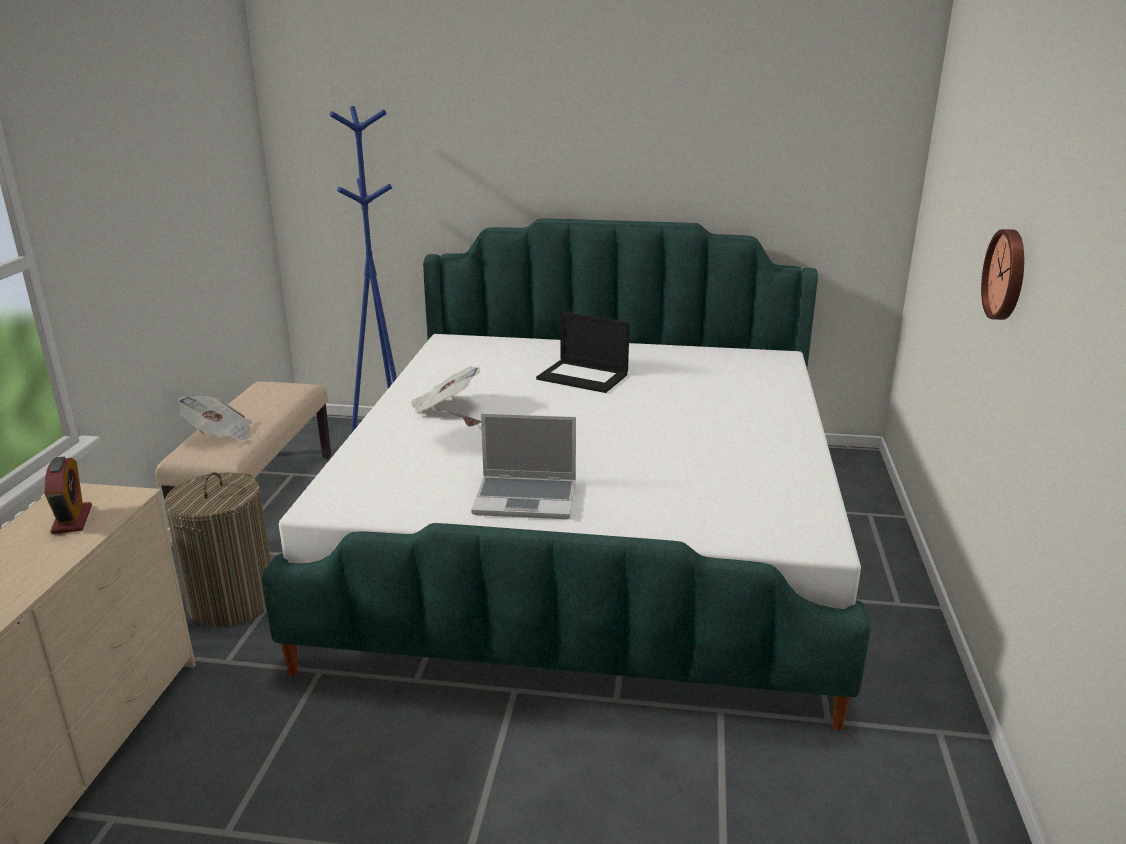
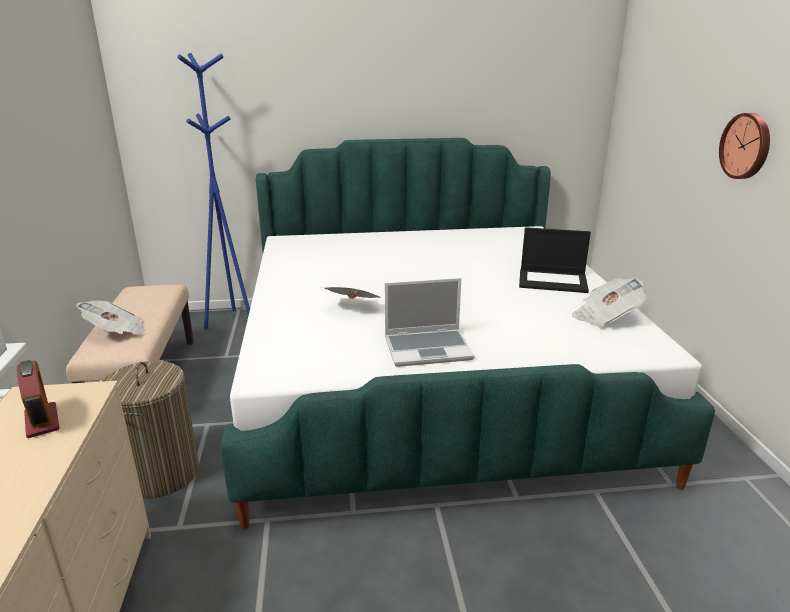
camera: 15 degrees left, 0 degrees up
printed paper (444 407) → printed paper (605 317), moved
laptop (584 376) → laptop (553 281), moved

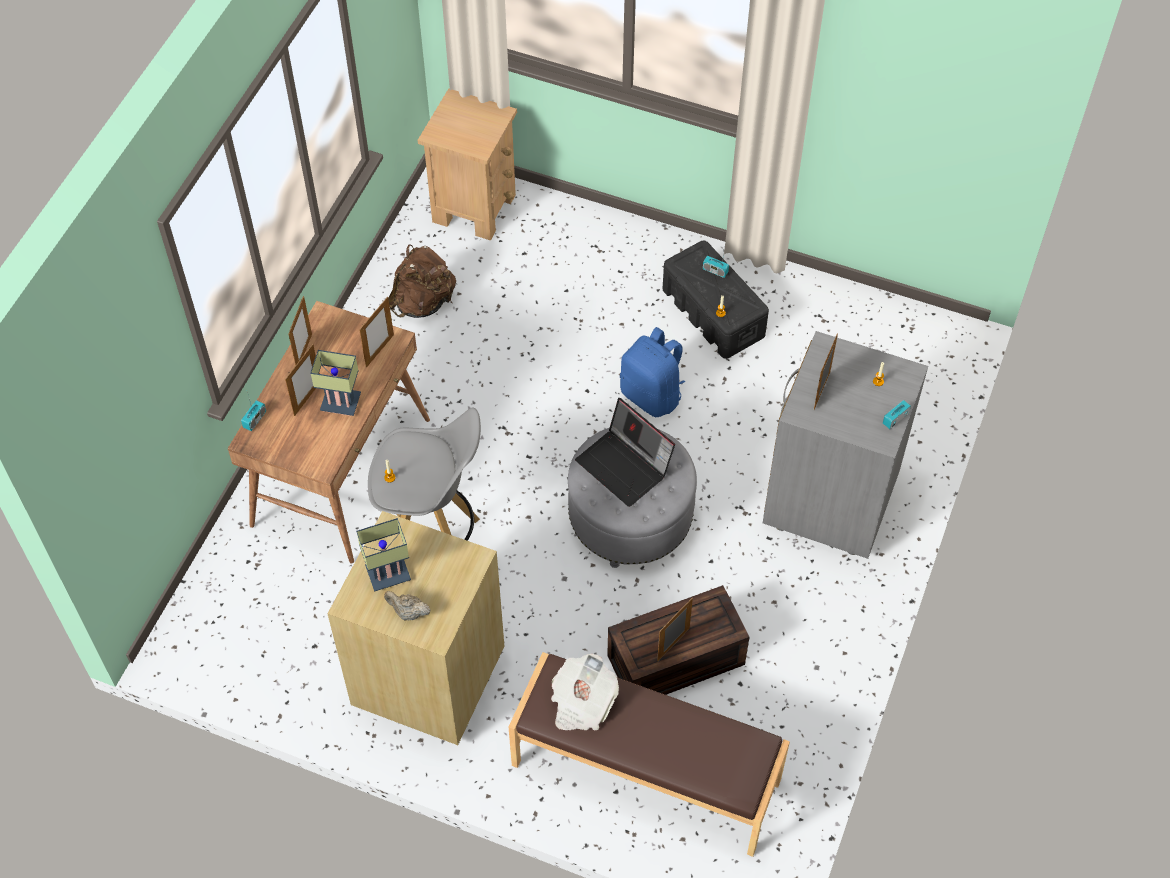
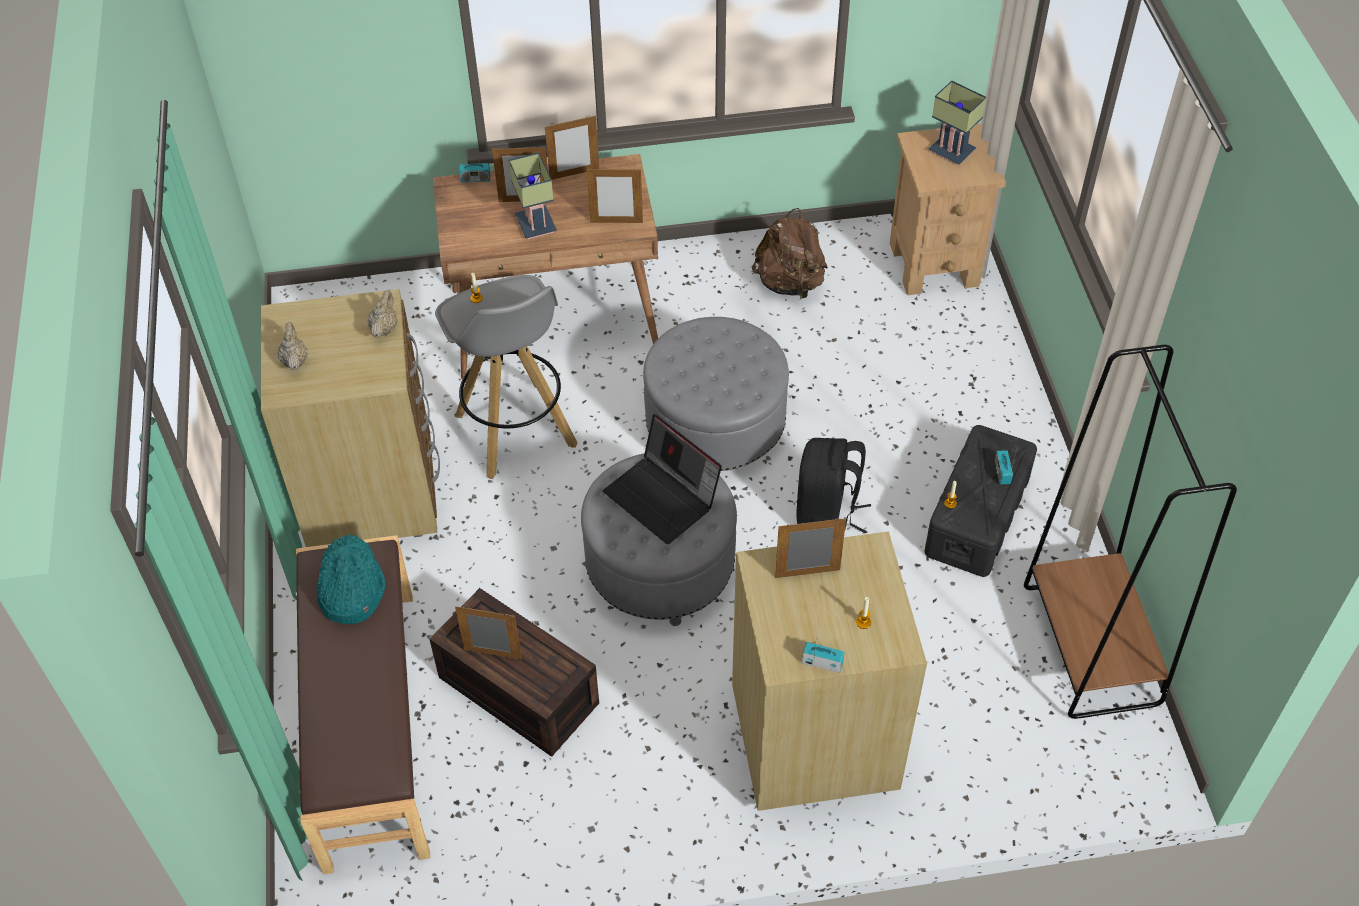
camera: 60 degrees right, 5 degrees down
- → beige-coloured tea pot (384 328)
- → greyish pouffe (715 429)
- → garment rack (1090 646)
tabletop lamp (387 576) → tabletop lamp (949 152), moved
printed paper (581 703) → blue-green clothing hat (350 592)
bluish rucksack (652 395) → black rucksack (827 514)
greyish drawer chest (828 503) → brownish drawer chest (812 742)
laptop (625 466) → laptop (663 498), 60 degrees counterclockwise

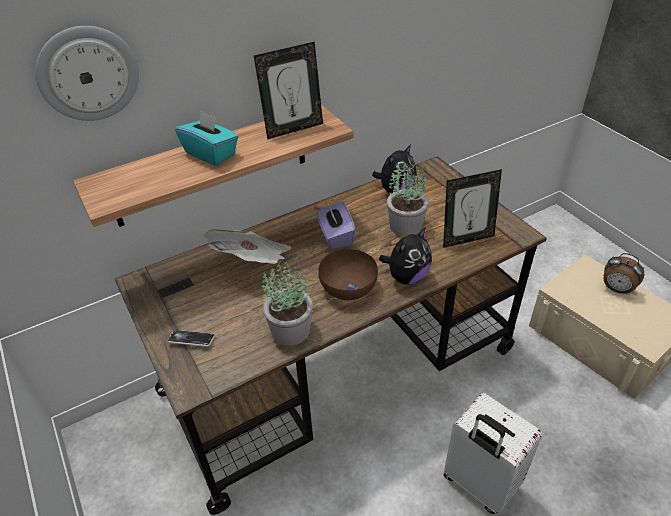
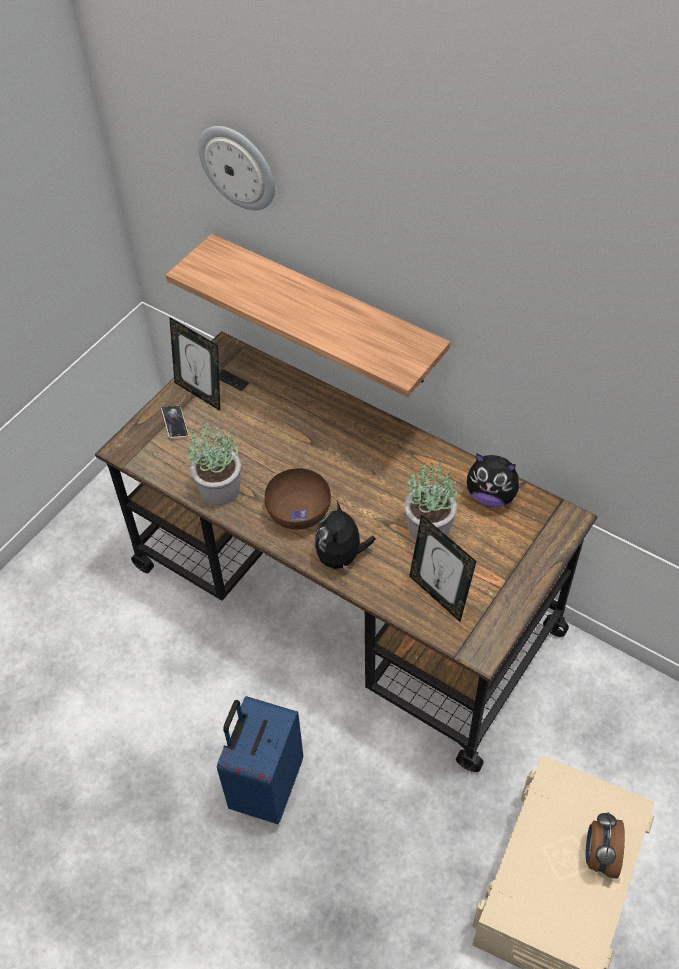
camera: 65 degrees right, 10 degrees up
blue-green tissue box (211 154) → -
printed paper (253 261) → -
purple tissue box (335 237) → -
photo frame (293 129) → photo frame (200 393), moved
whitish suitcase (479 484) → bluish suitcase (265 786)
plush toy (406 277) → plush toy (341 557), 75 degrees clockwise

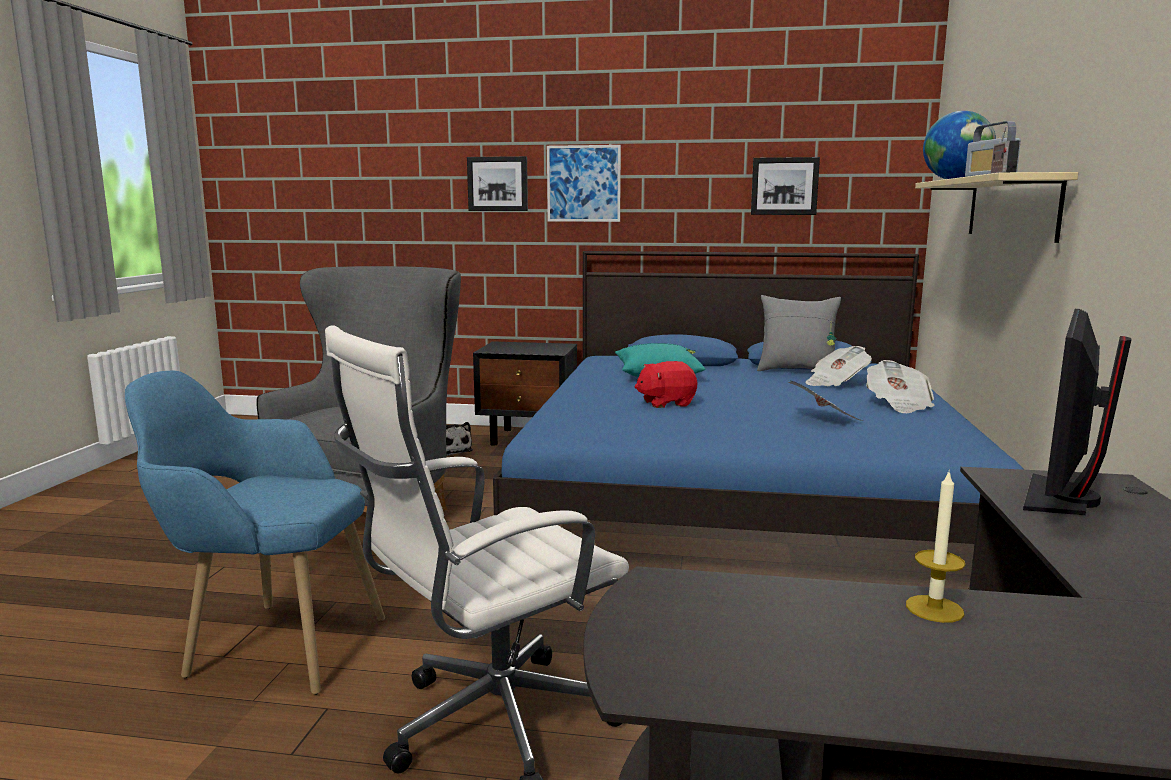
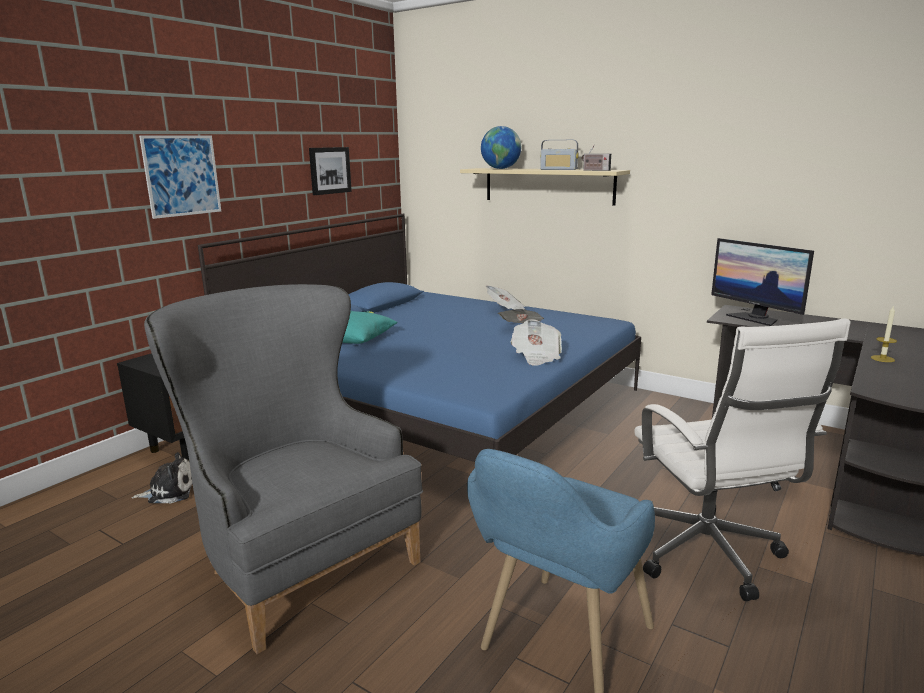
camera: 65 degrees left, 5 degrees up
wall art (498 184) → -
red-coloured plush toy (666 403) → -
greyish pillow (796 371) → -
printed paper (835 383) → printed paper (536 356), moved

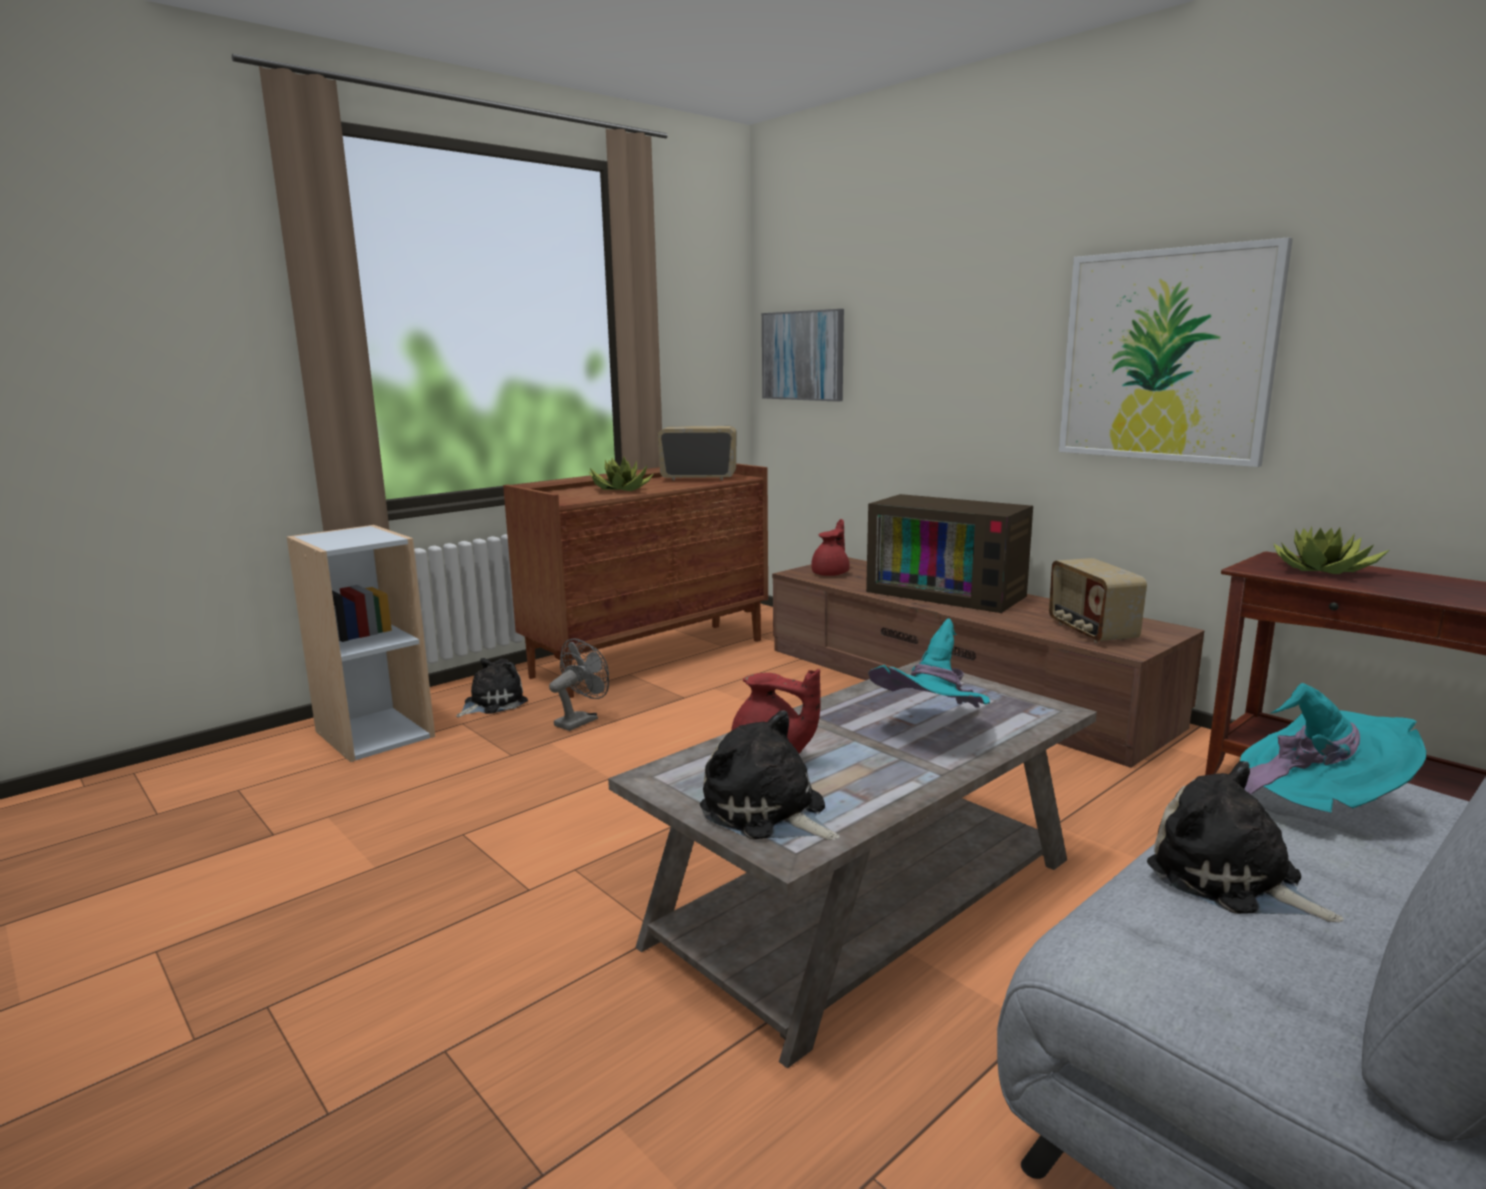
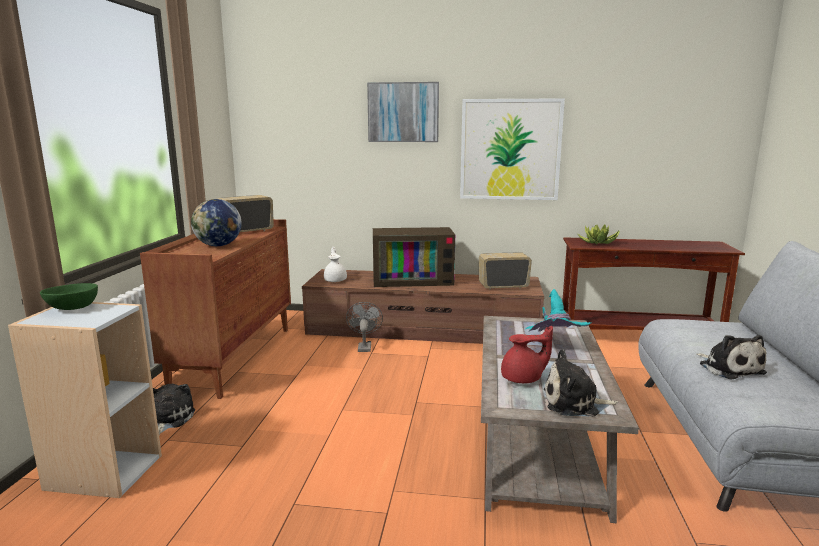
camera: 40 degrees left, 0 degrees up
blue-green clothing hat (1311 806) → -
- → greenish deep dish (73 308)
greyish cooling fan (581 720) → greyish cooling fan (364 346), moved
wall art (803 355) → wall art (403 112), moved
plant in a pot (621 490) → globe (218 245)
red-coloured tea pot (831 573) → whitish tea pot (335 280)
radio (1090 631) → radio (503 286), 135 degrees clockwise
plush toy (1231 879) → plush toy (729 368), 120 degrees counterclockwise

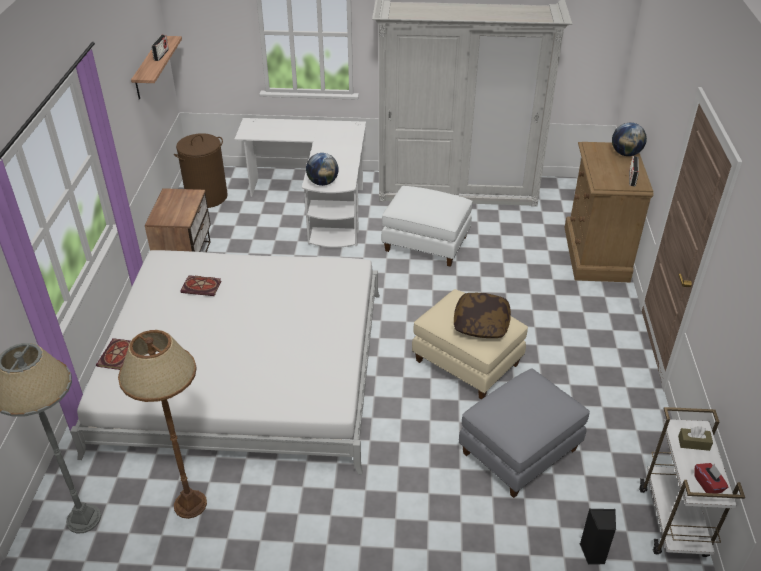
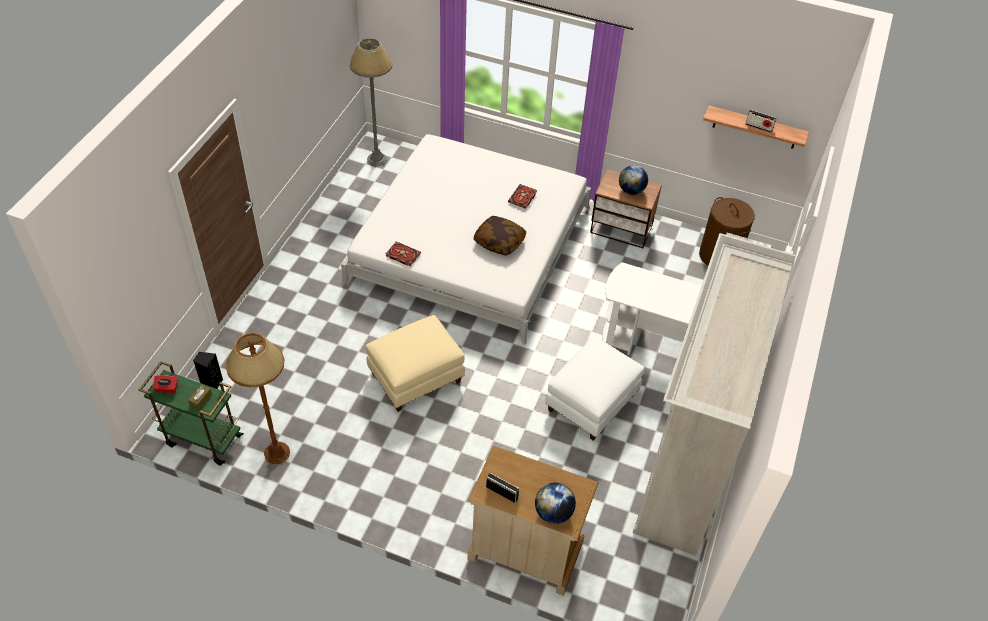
camera: 105 degrees right, 10 degrees up
greyish pouffe (520 452) → -
volume (118 356) → volume (402 255), moved
brownish standing lamp (191 504) → brownish standing lamp (277 453), moved
globe (322 183) → globe (631 190), moved
pillow (481 324) → pillow (499 241), moved
whitish wheeled cart (672 525) → greenish wheeled cart (202 440)

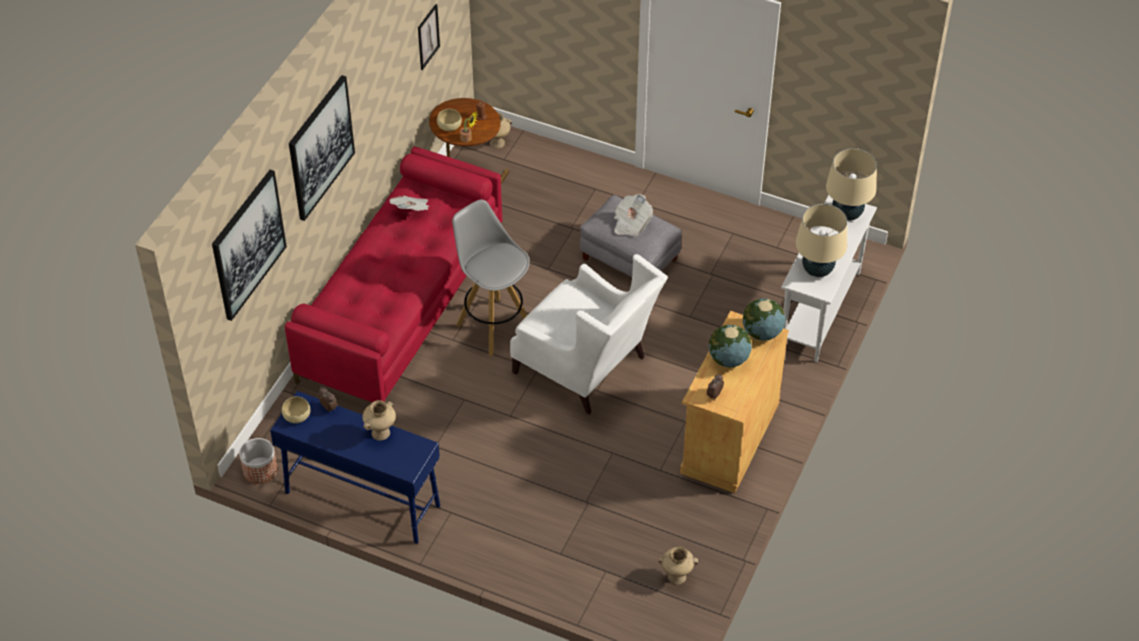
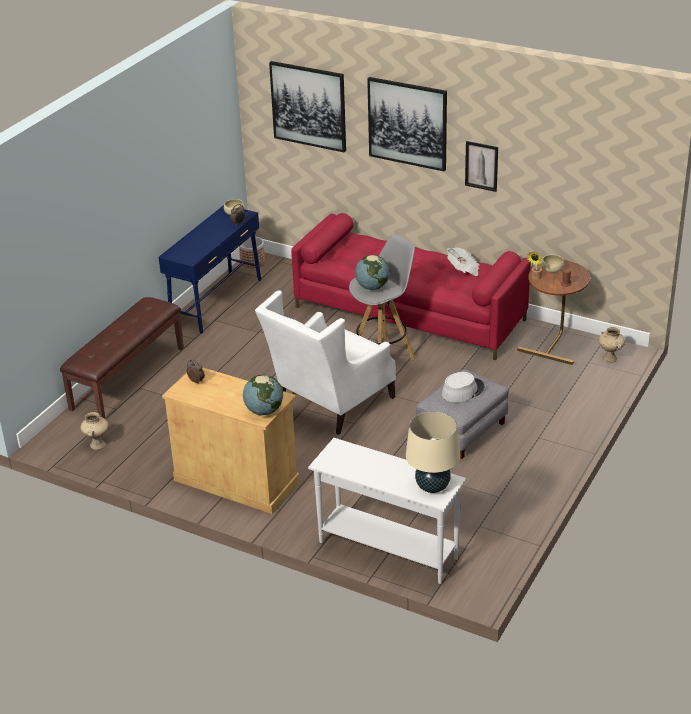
camera: 95 degrees right, 15 degrees down
beige-coloured vase (380 433) → -
beige-coloured tabletop lamp (817 270) → -
- → brownish long seat (127 378)
wall art (428 36) → wall art (481 166), moved
globe (728 359) → globe (372 287), moved
printed paper (631 223) → greyish clothing hat (462 391)

